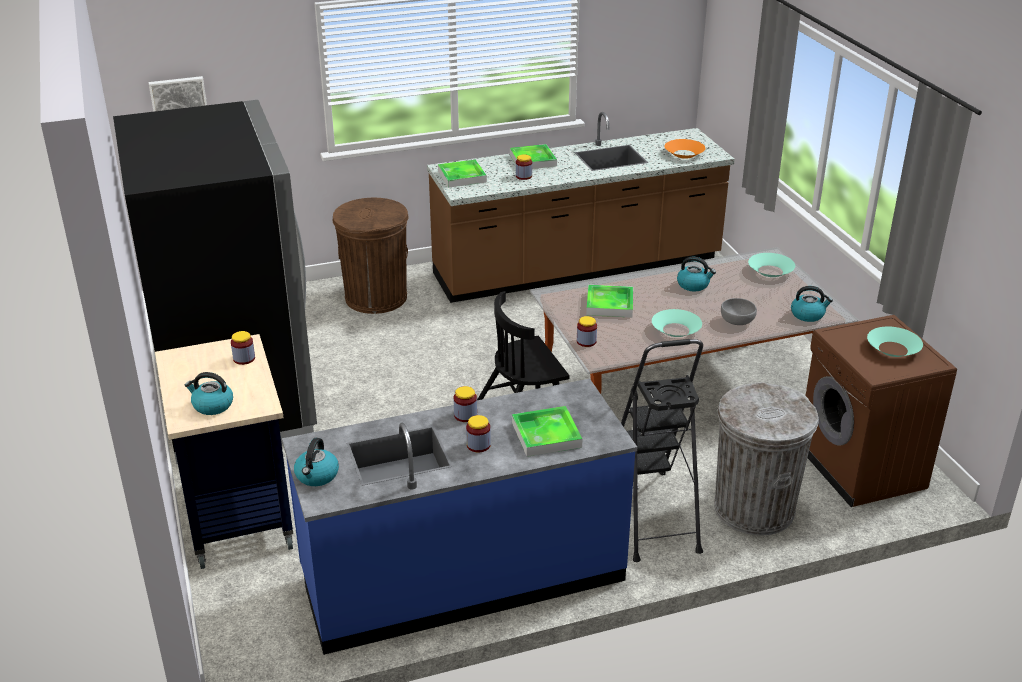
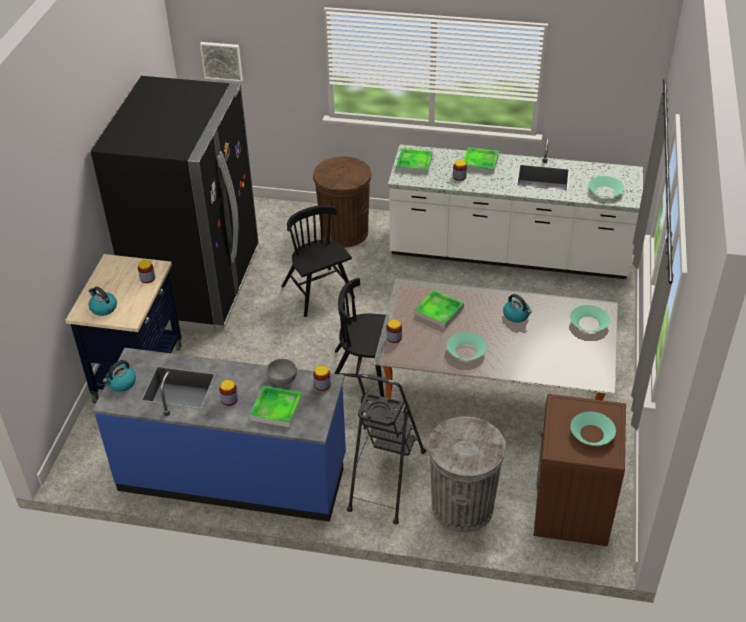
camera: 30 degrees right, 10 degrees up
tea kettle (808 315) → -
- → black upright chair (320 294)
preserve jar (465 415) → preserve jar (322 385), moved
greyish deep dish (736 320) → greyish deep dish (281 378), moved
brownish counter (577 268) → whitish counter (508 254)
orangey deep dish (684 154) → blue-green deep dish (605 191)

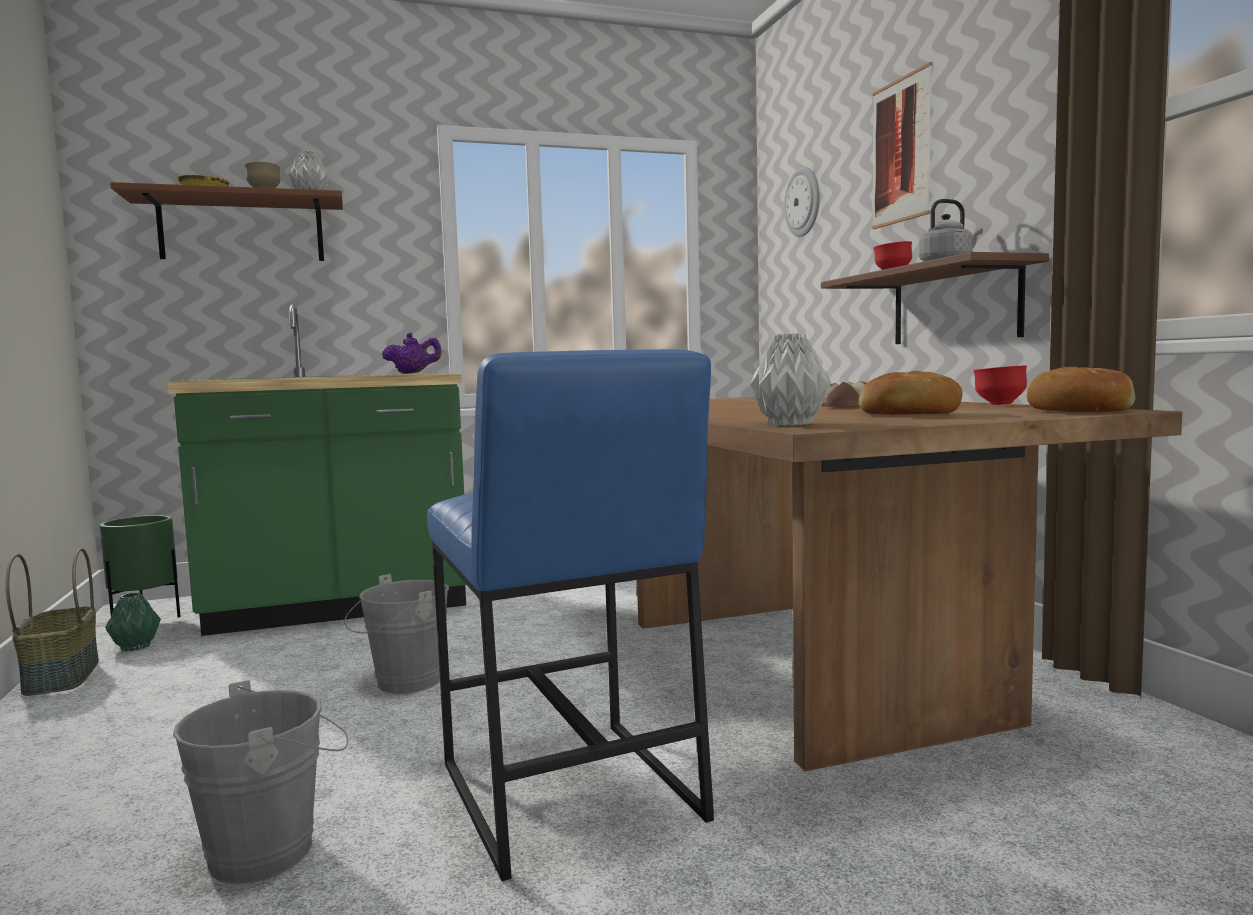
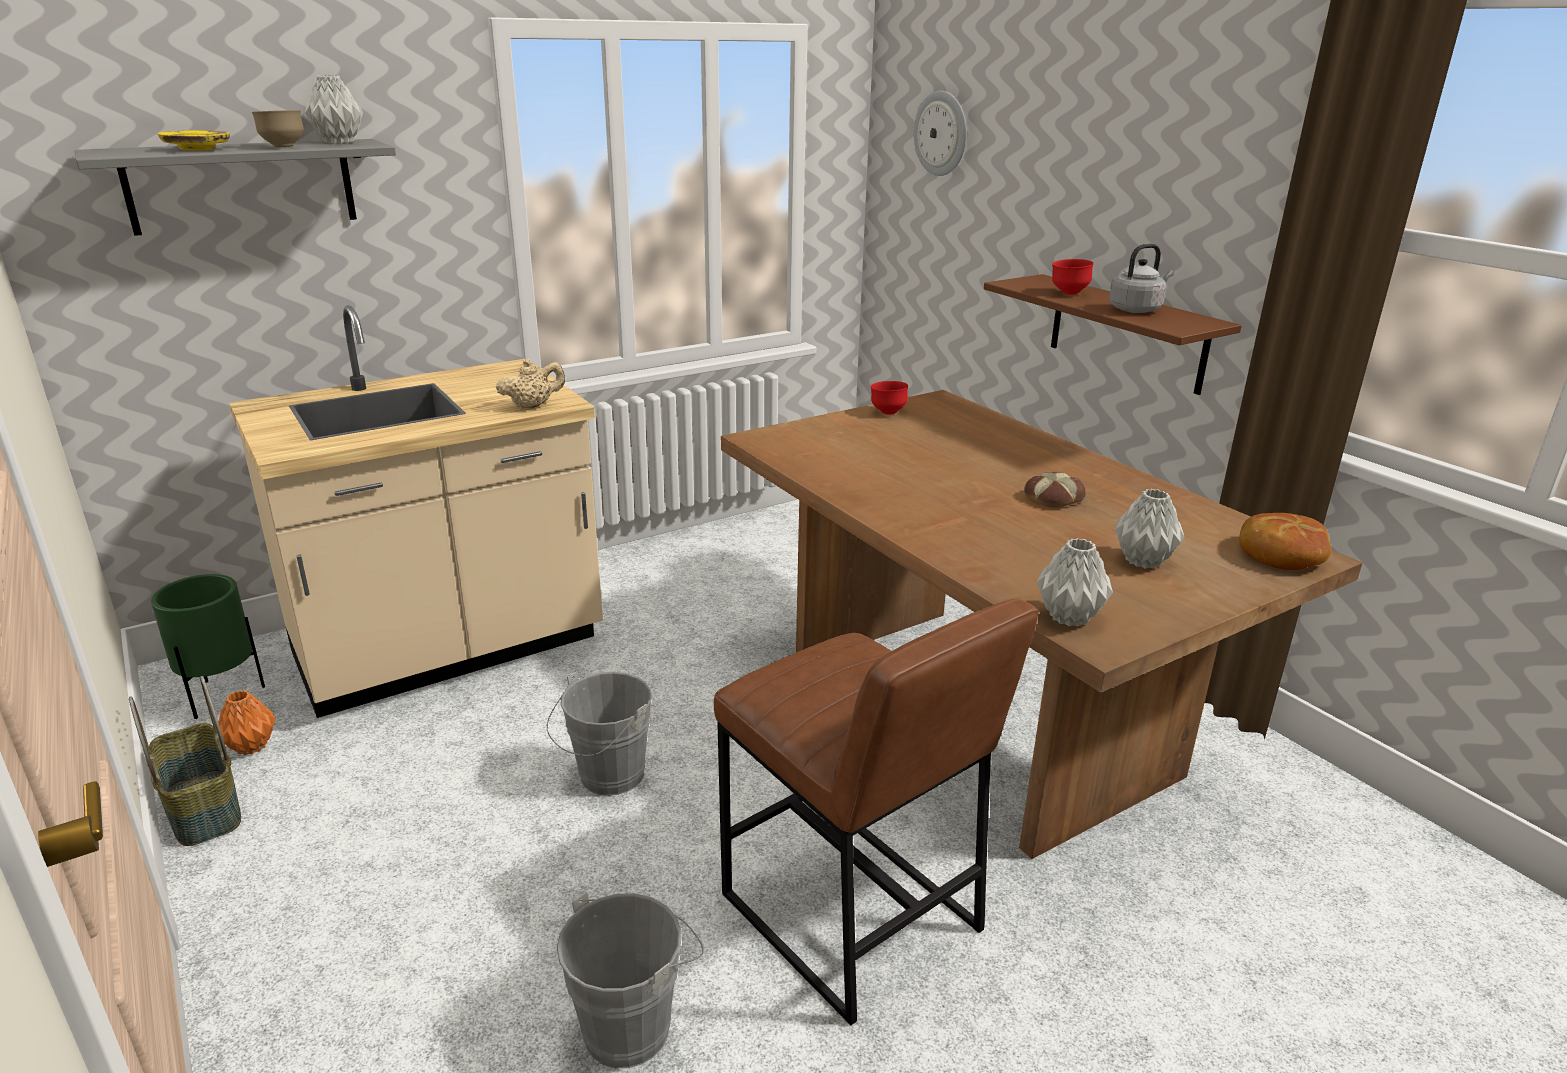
camera: 15 degrees left, 20 degrees up
wall art (901 150) → -
red-coloured deep dish (999 404) → red-coloured deep dish (887 412), moved
bakery bread (908 414) → greyish vase (1142 561)
greenish vase (136 647) → orangey vase (251 746)
brownish bracket shelf (242 230) → greyish bracket shelf (242 185)
greenish counter (340 607) → beige-coloured counter (450 651)
purple tea pot (413 373) → beige-coloured tea pot (533 406)
bluish upright chair (570 793) → brownish upright chair (853 914)

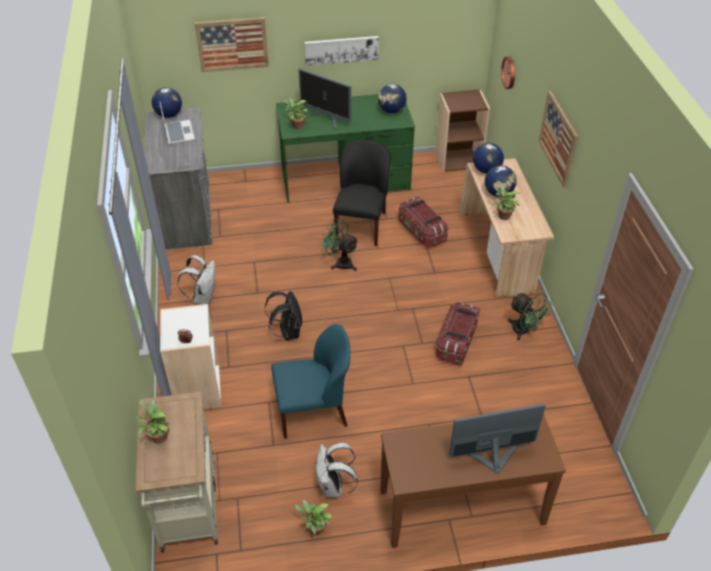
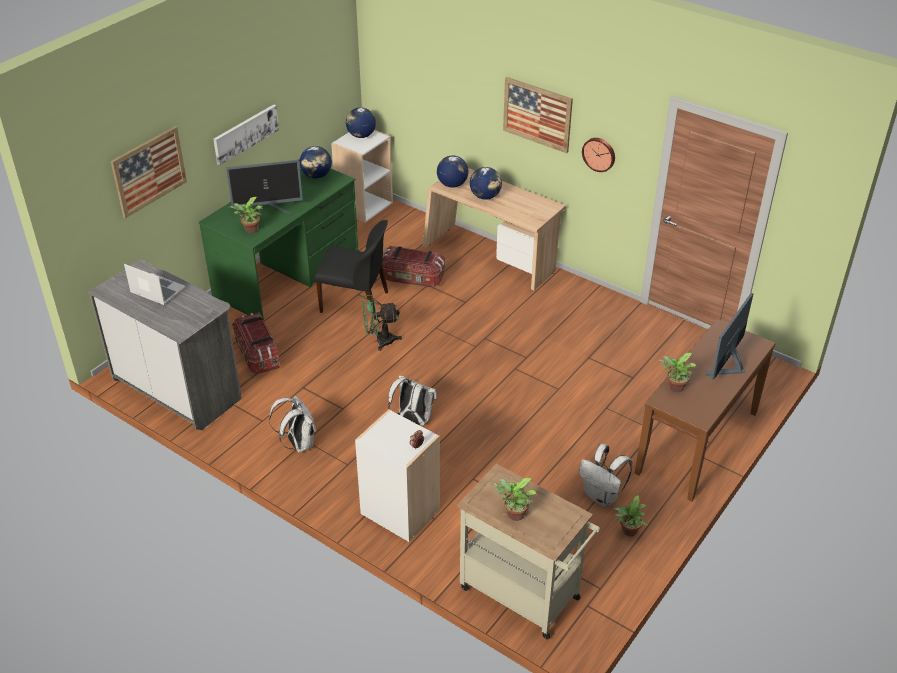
camera: 45 degrees left, 5 degrees down
bluish upright chair (313 411) → -
greenish cooling fan (524 331) → -
globe (169 115) → globe (361 136), moved
storage container (456 342) → storage container (257 354), moved
plant in a pot (502 216) → plant in a pot (674 388), moved
clock on the wall (510 72) → clock on the wall (599 154), moved
black rucksack (288 332) → whitish rucksack (413 419)
brownish bookshelf (458 159) → whitish bookshelf (364 206)
black upright chair (361 225) → black upright chair (356 302), 135 degrees clockwise

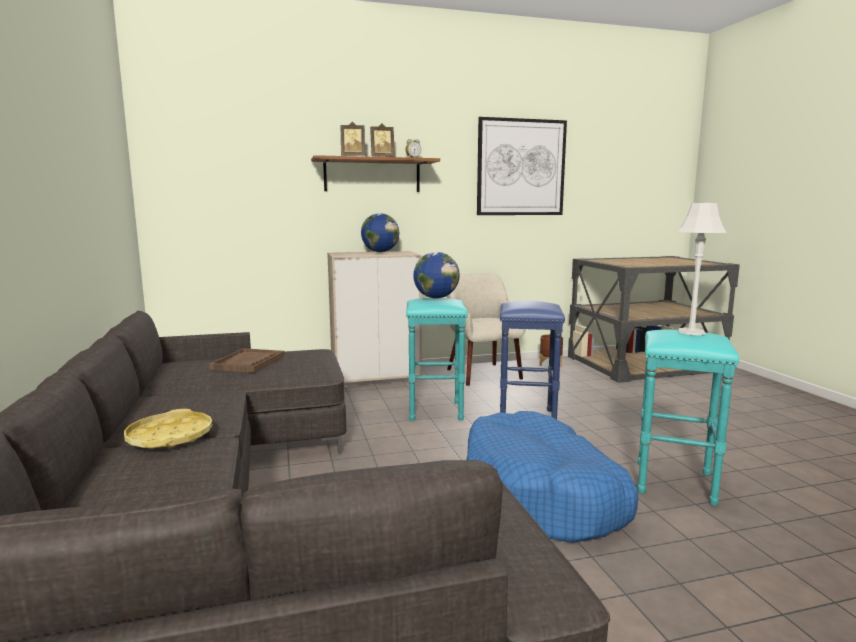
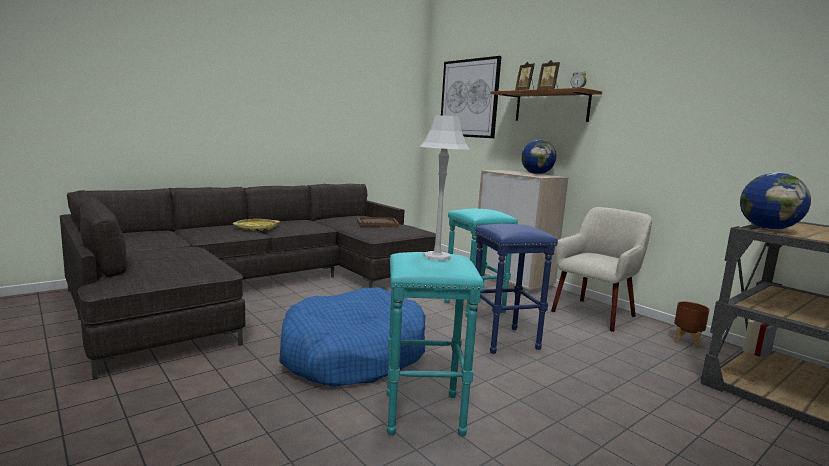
camera: 65 degrees right, 0 degrees up
globe (436 298) → globe (768 229), moved
wall art (521 167) → wall art (469 98), moved

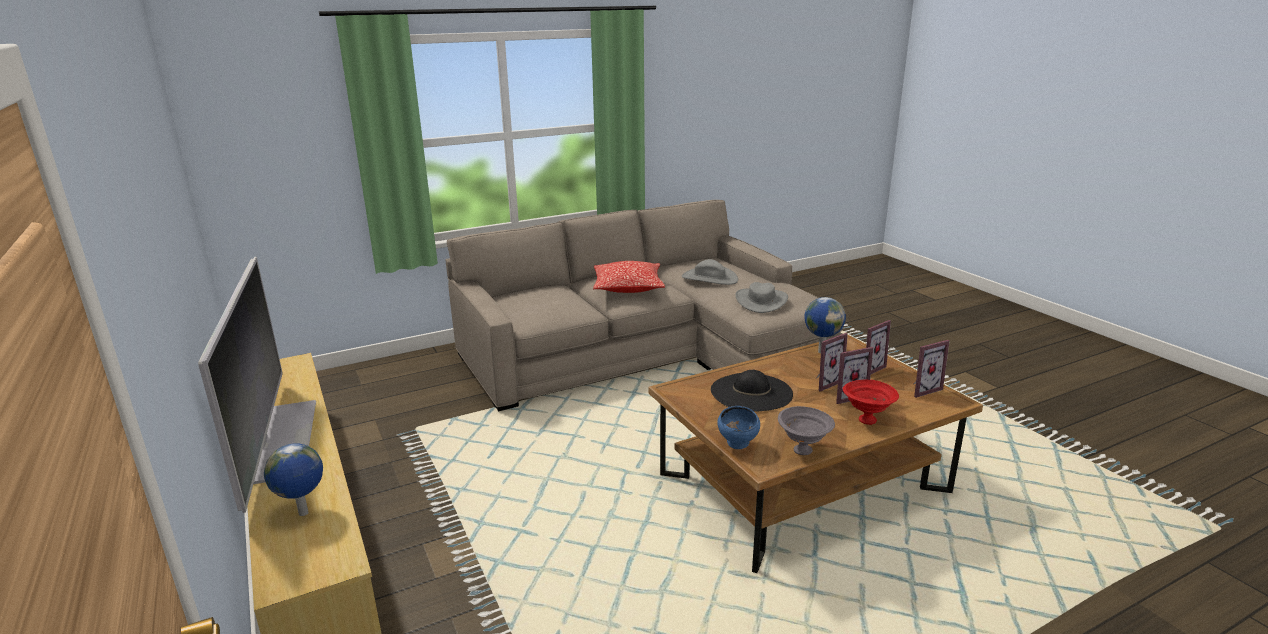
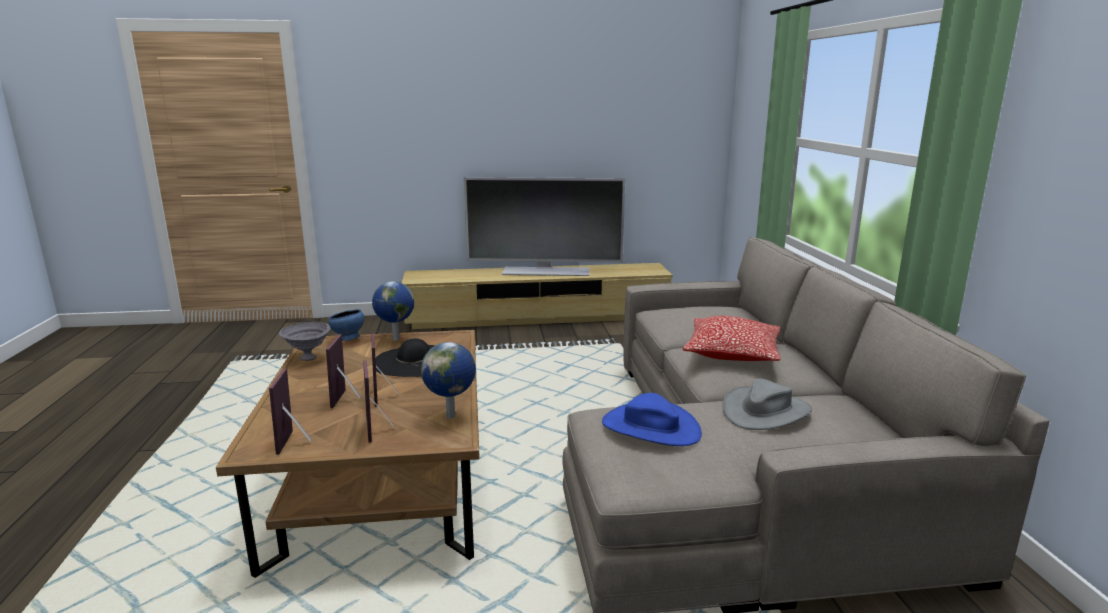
camera: 110 degrees right, 5 degrees down
red-coloured deep dish (866 419) → -
globe (304 514) → globe (395 339), moved
greyish clothing hat (761 301) → bluish clothing hat (650 428)

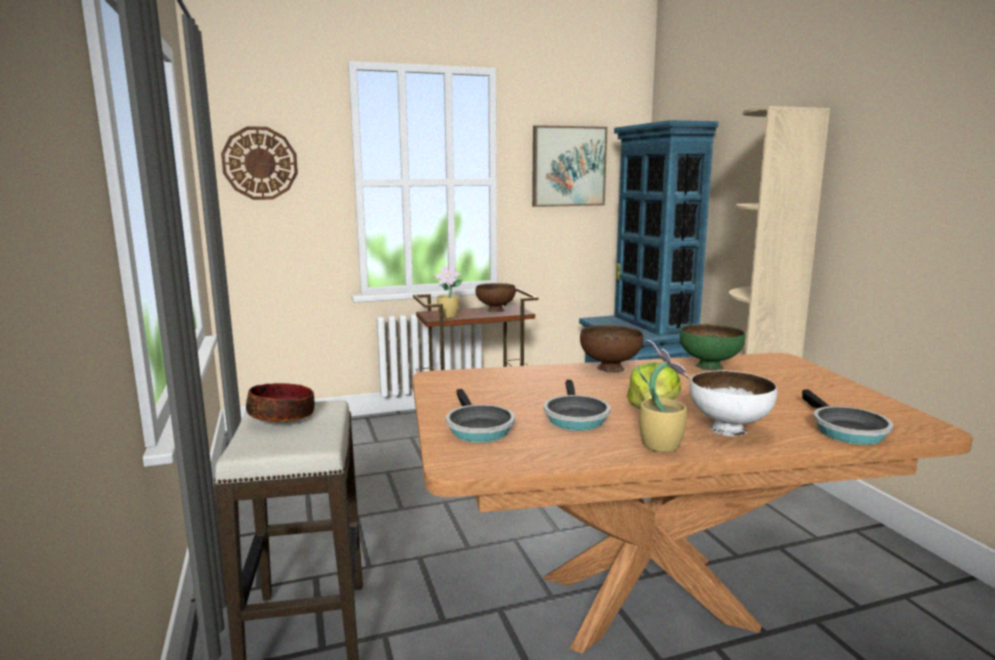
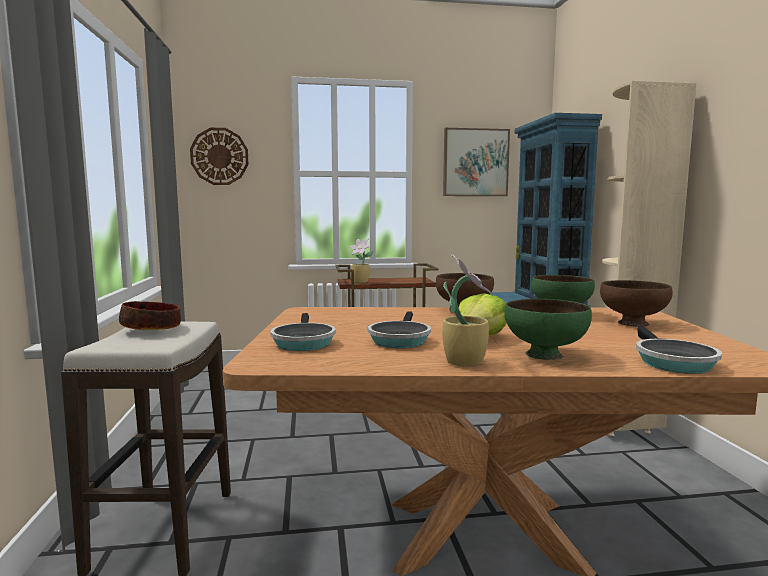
camera: 10 degrees right, 5 degrees down
brownish deep dish (496 310) → brownish deep dish (633 323), moved
whitish deep dish (729 429) → greenish deep dish (545 355)

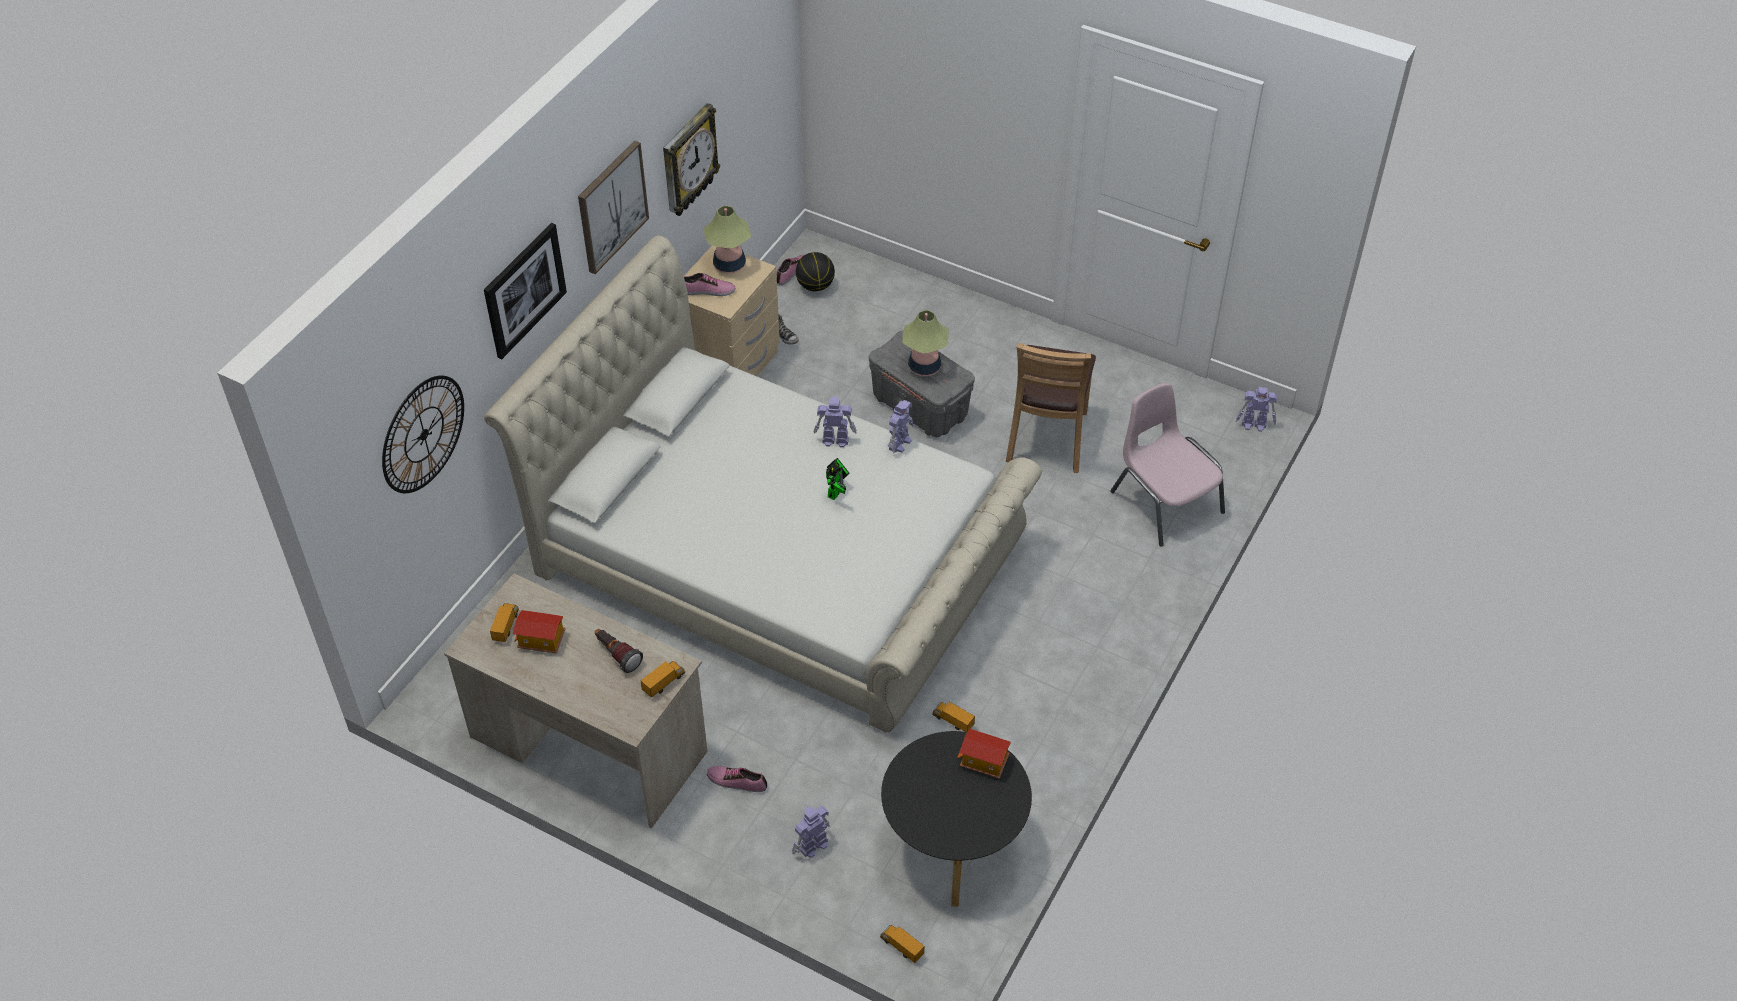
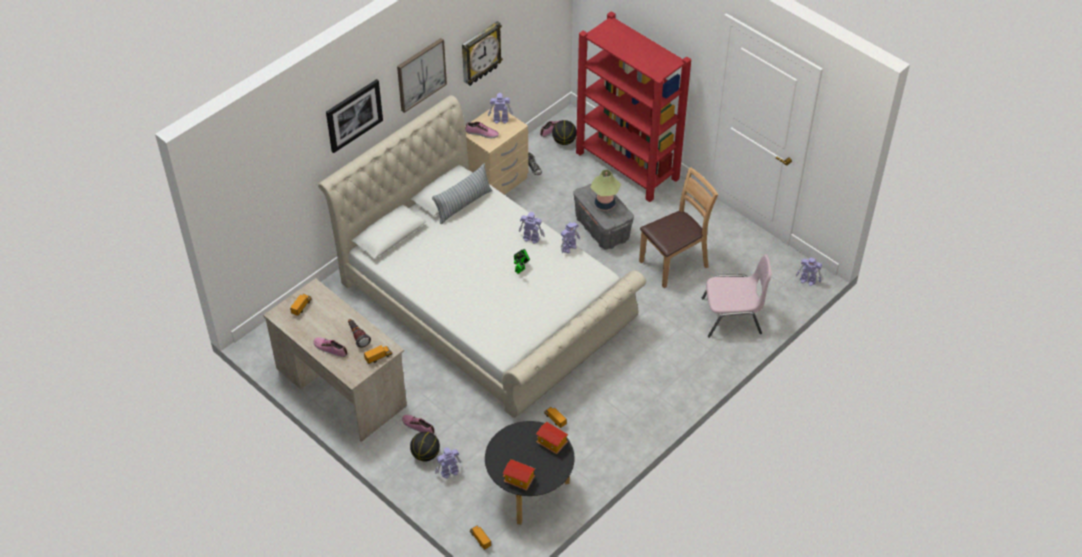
camera: 15 degrees right, 0 degrees up
clock on the wall (423 434) → -
- → item of footwear (330 348)
- → basketball (426 454)
- → pillow (463 204)
- → red-coloured bookshelf (627 166)
toy house (541 641) → toy house (518 480), moved
tabletop lamp (729 265) → robot figure (500 119)
brownish upright chair (1047 438) → brownish upright chair (674 263), 150 degrees counterclockwise
pink-coloured upright chair (1165 501) → pink-coloured upright chair (732 316), 105 degrees clockwise

